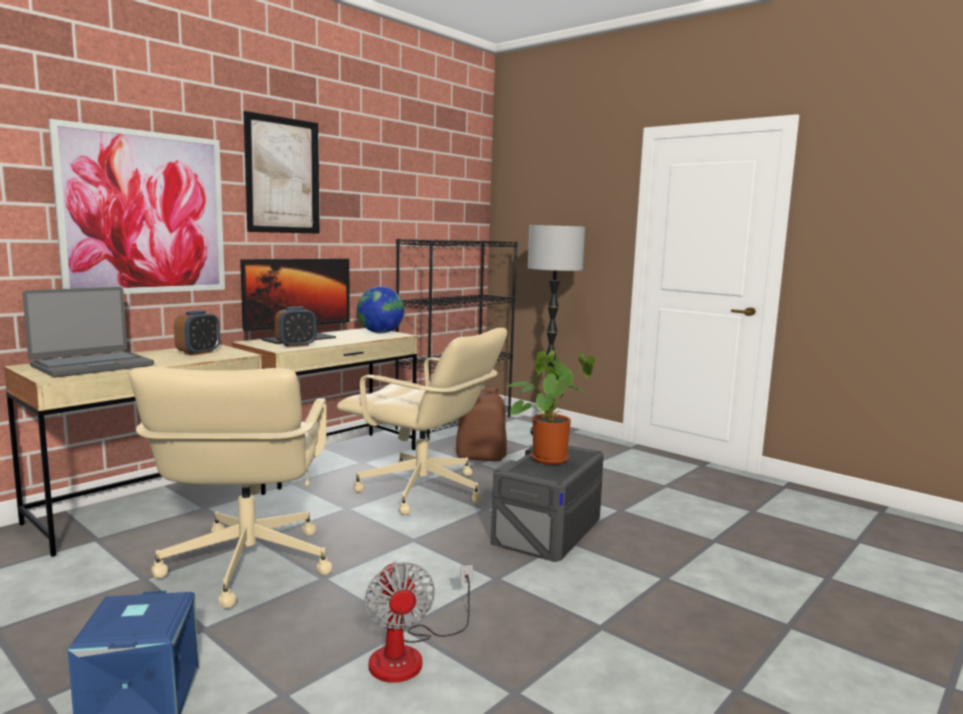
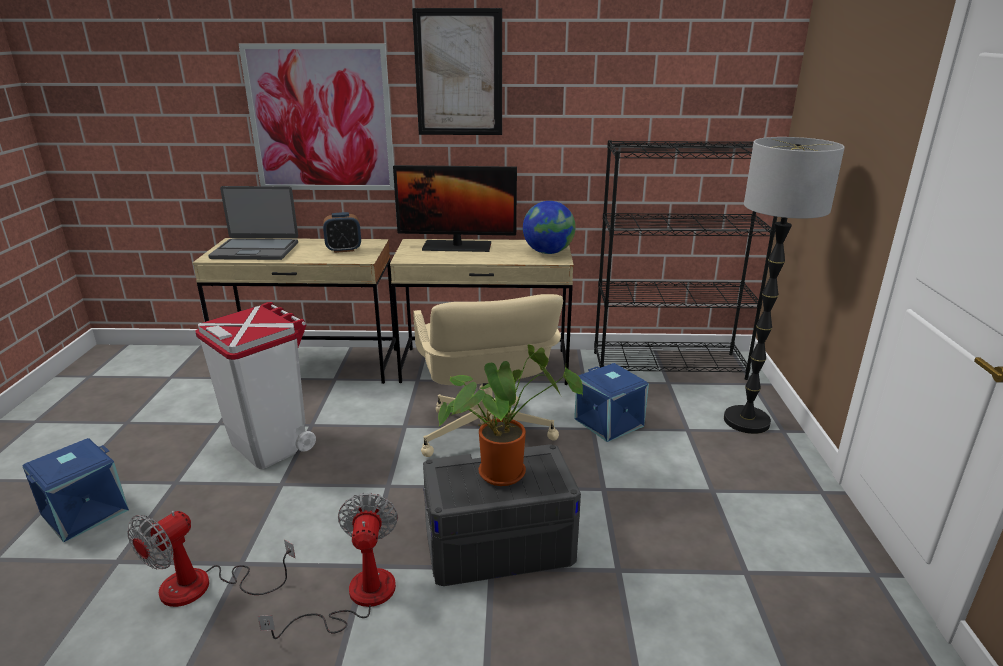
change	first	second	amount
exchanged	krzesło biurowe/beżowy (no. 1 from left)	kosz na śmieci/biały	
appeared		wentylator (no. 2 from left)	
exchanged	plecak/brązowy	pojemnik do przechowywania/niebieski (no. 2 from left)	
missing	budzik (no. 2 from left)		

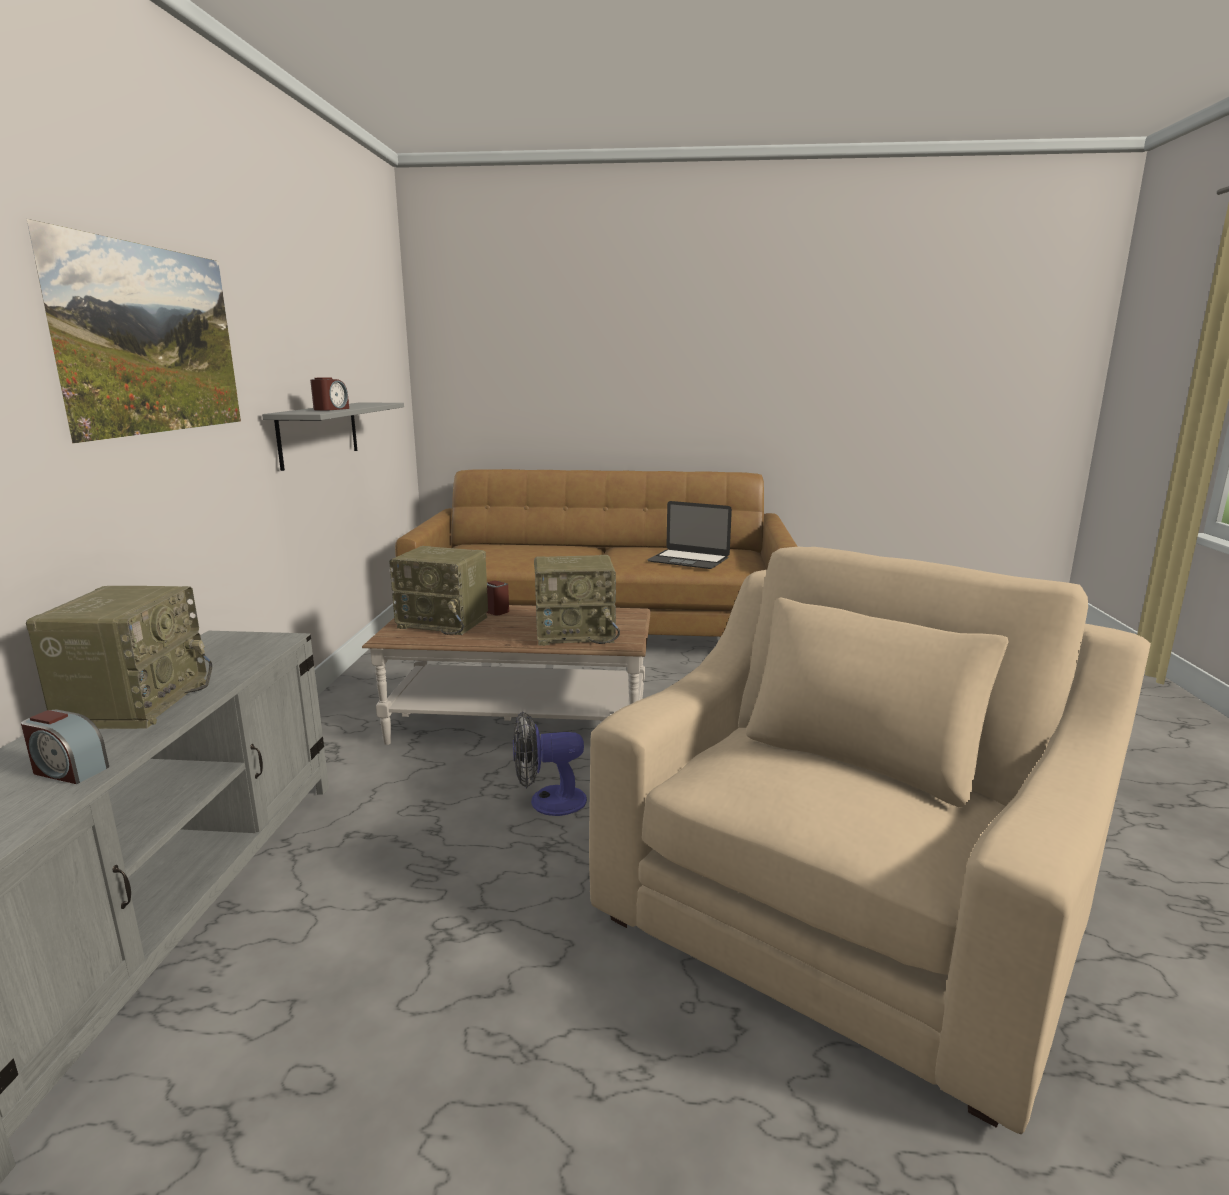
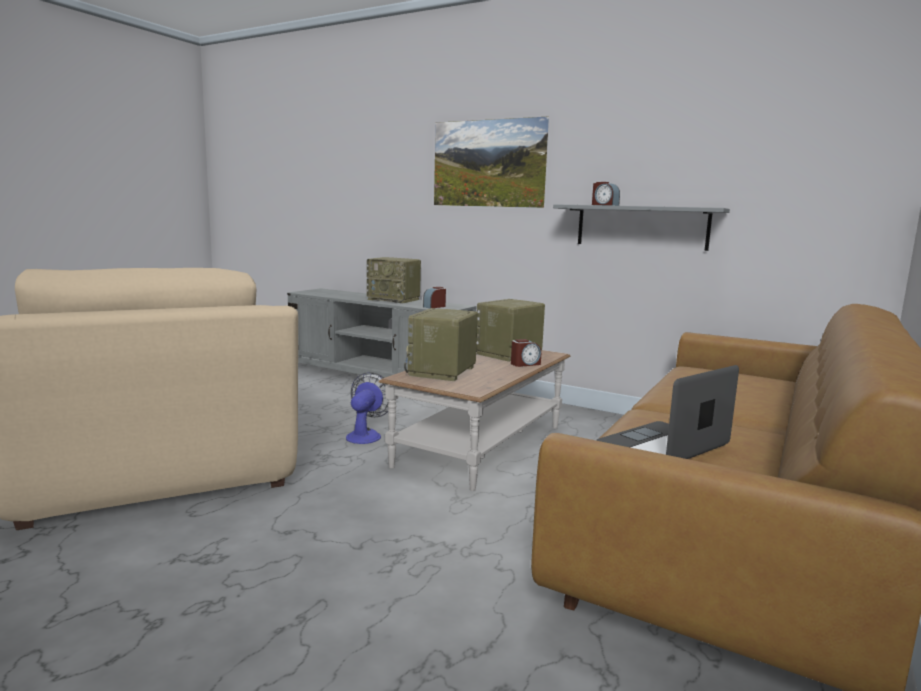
change	first	second	amount
relocated	budzik (no. 1 from left)		

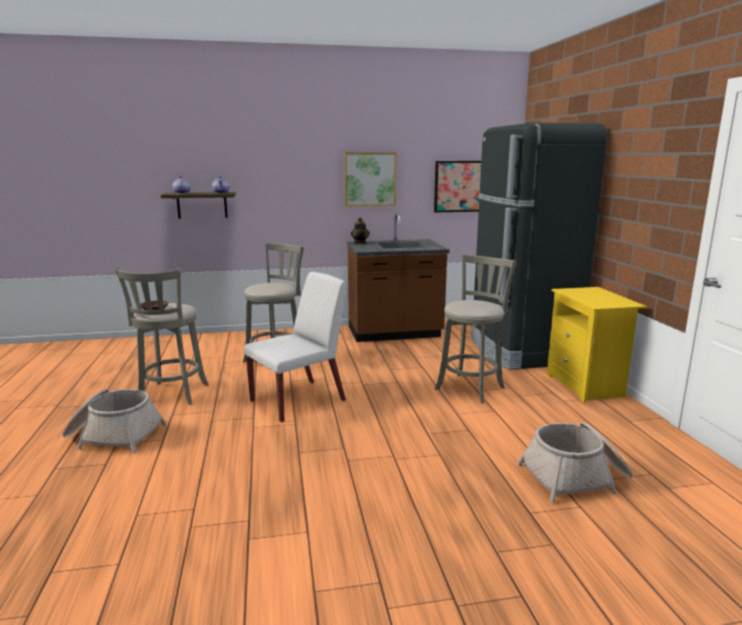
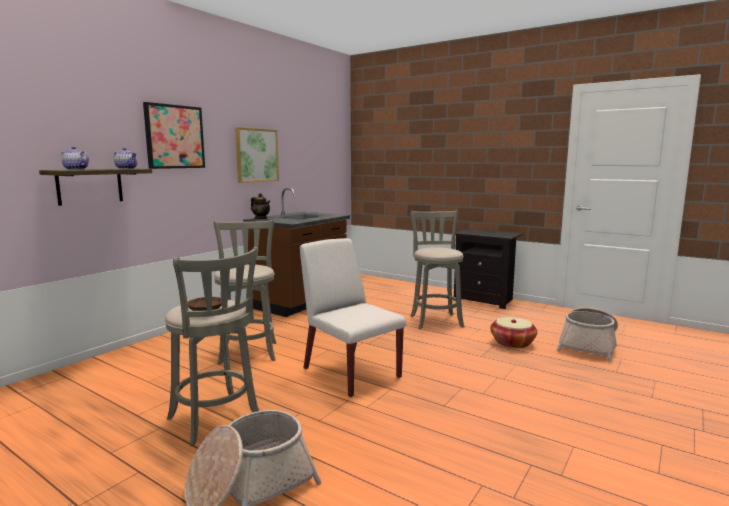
change	first	second	amount
relocated	obraz (no. 2 from left in the first image)	obraz (no. 1 from left)	
spun	krzesło/biały		45 degrees counterclockwise
colour	szafka nocna/żółty	szafka nocna/czarny	
appeared		koszyk (no. 2 from left)	
missing	lodówka/czarny		

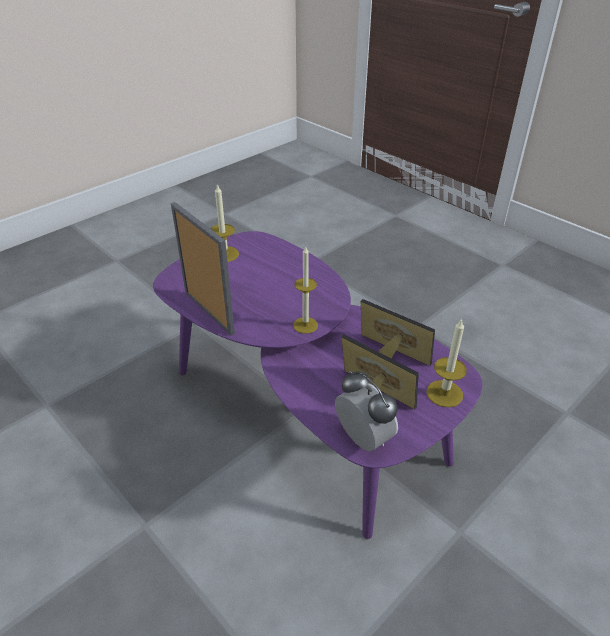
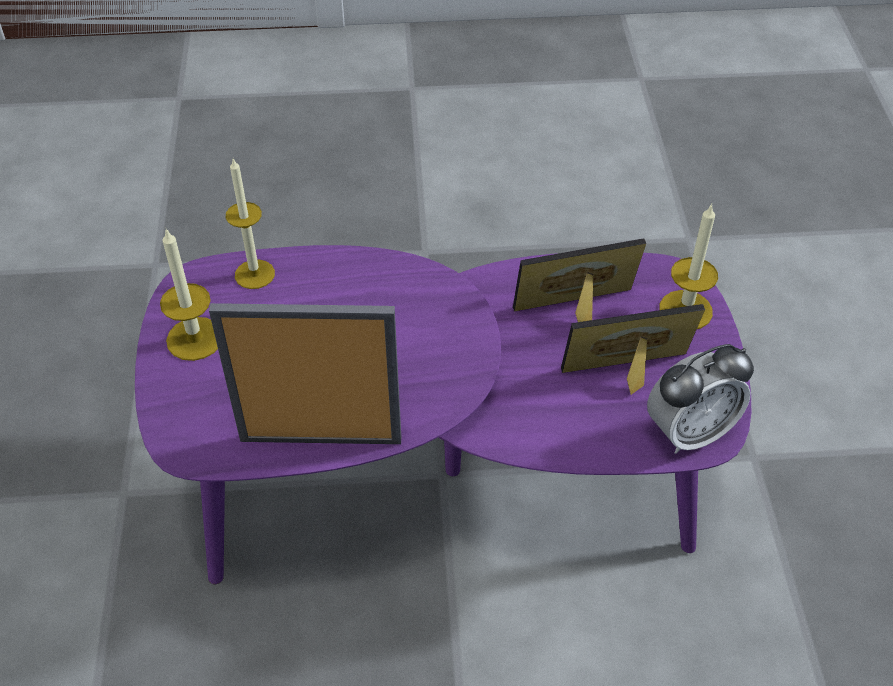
change	first	second	amount
relocated	świeca (no. 2 from left)		
spun	budzik		150 degrees clockwise

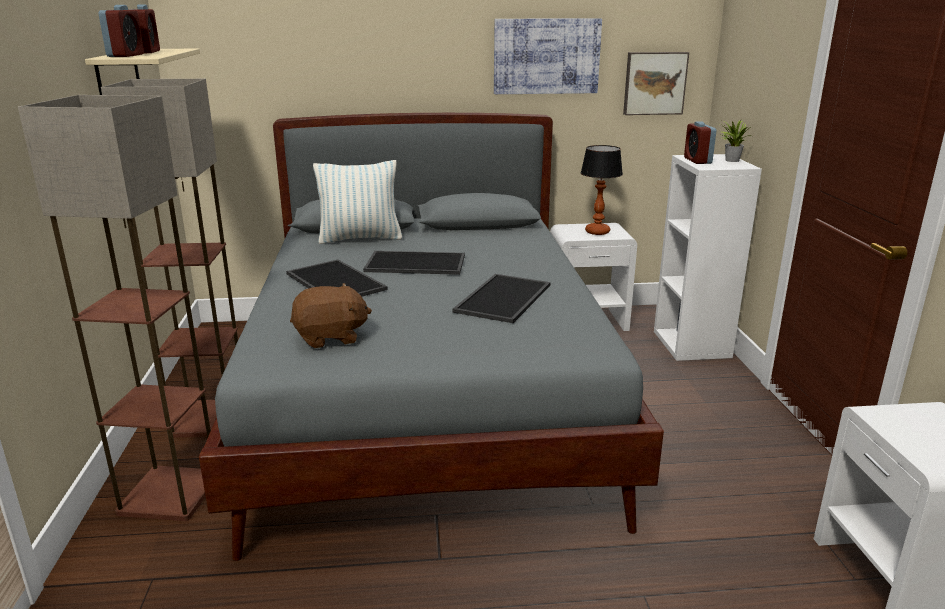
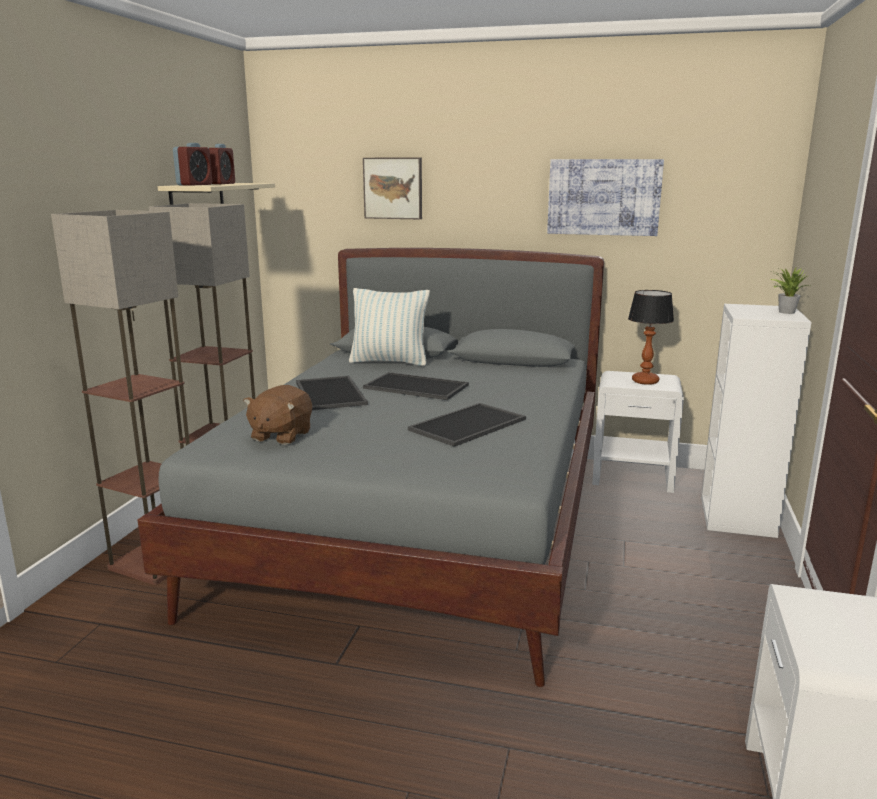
change	first	second	amount
spun	pluszak/brązowy		105 degrees clockwise
relocated	obraz (no. 2 from left in the first image)	obraz (no. 1 from left)	
missing	budzik (no. 3 from left)		

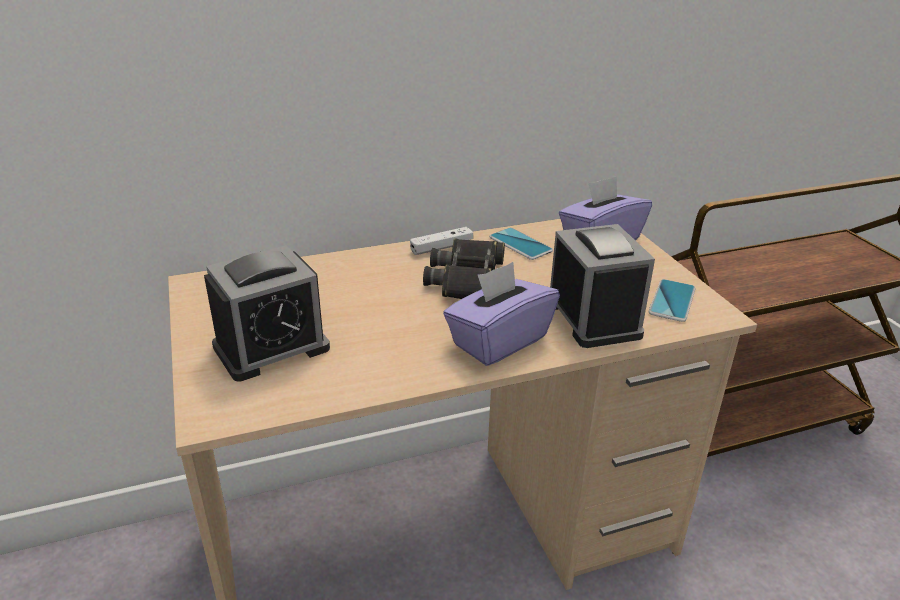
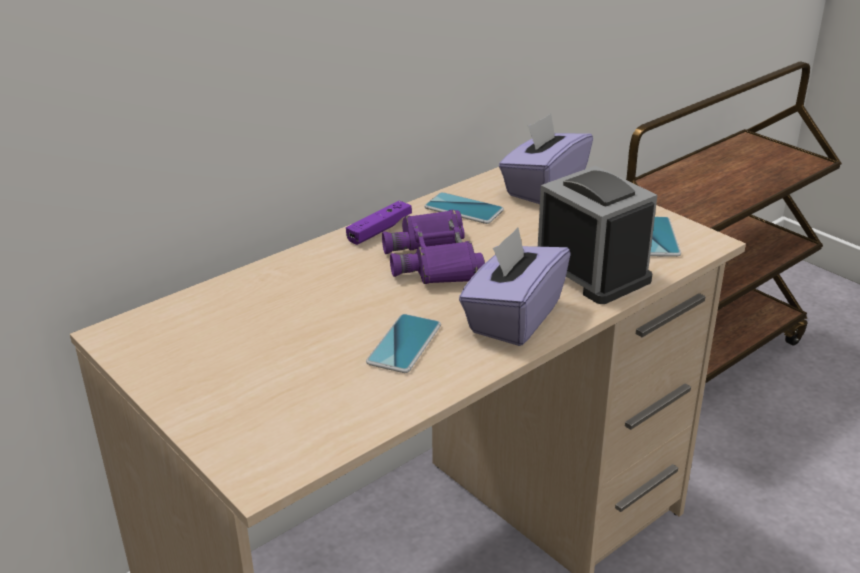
change	first	second	amount
colour	pad do gier/biały	pad do gier/fioletowy	
appeared		telefon (no. 1 from left)	
colour	lornetka/czarny	lornetka/fioletowy	
missing	budzik (no. 1 from left)		

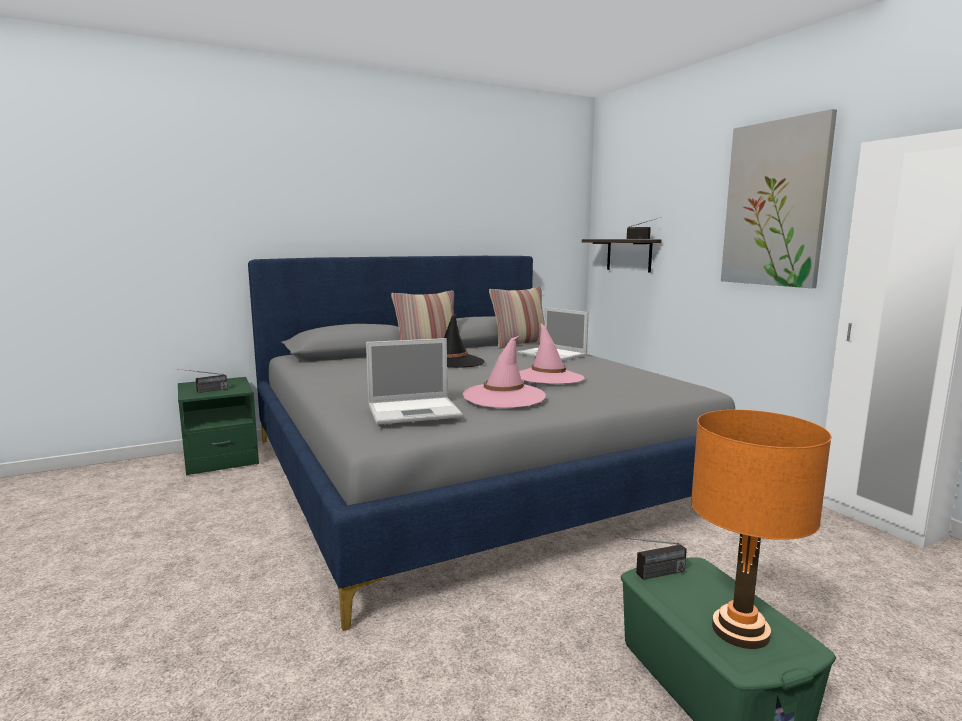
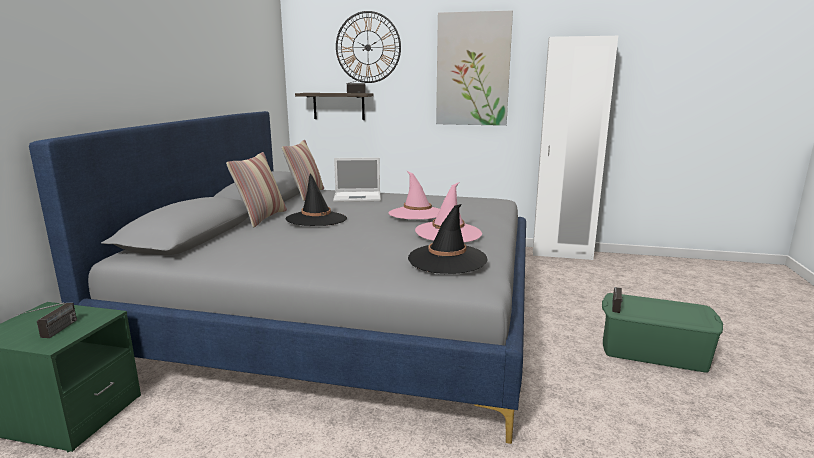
change	first	second	amount
appeared		zegar ścienny	
exchanged	laptop (no. 1 from left)	kapelusz/czarny (no. 2 from left)	
missing	lampa stołowa/pomarańczowy		

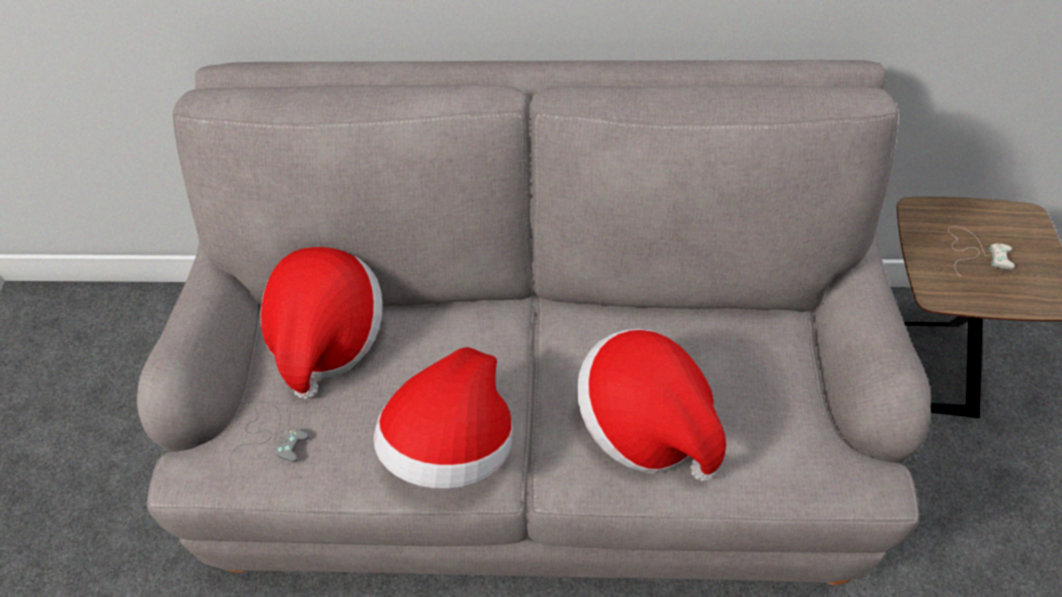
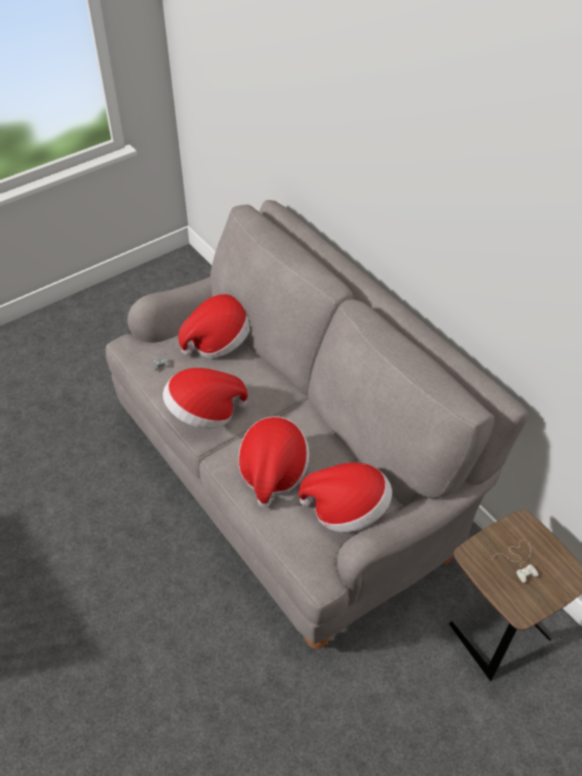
change	first	second	amount
appeared		kapelusz (no. 4 from left)	

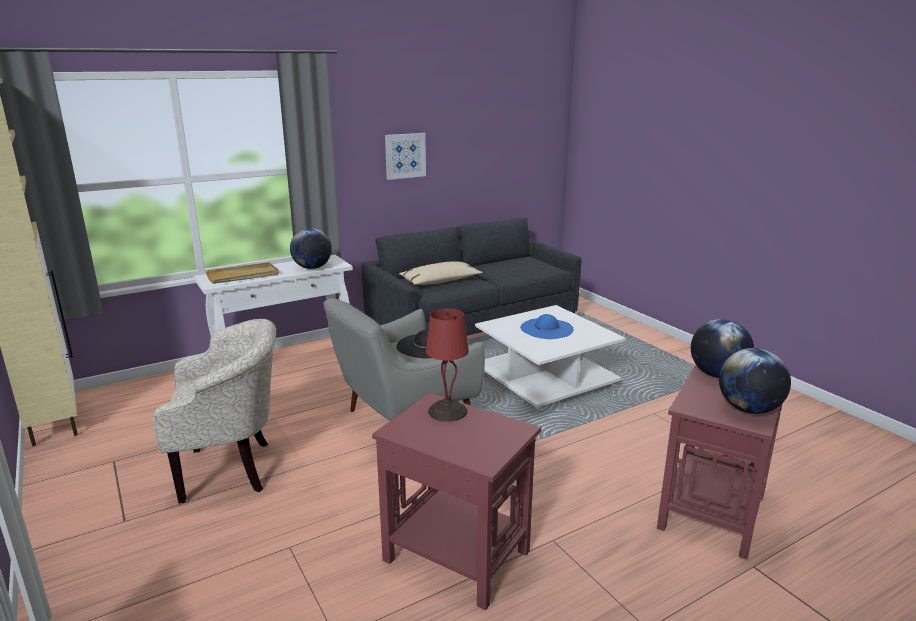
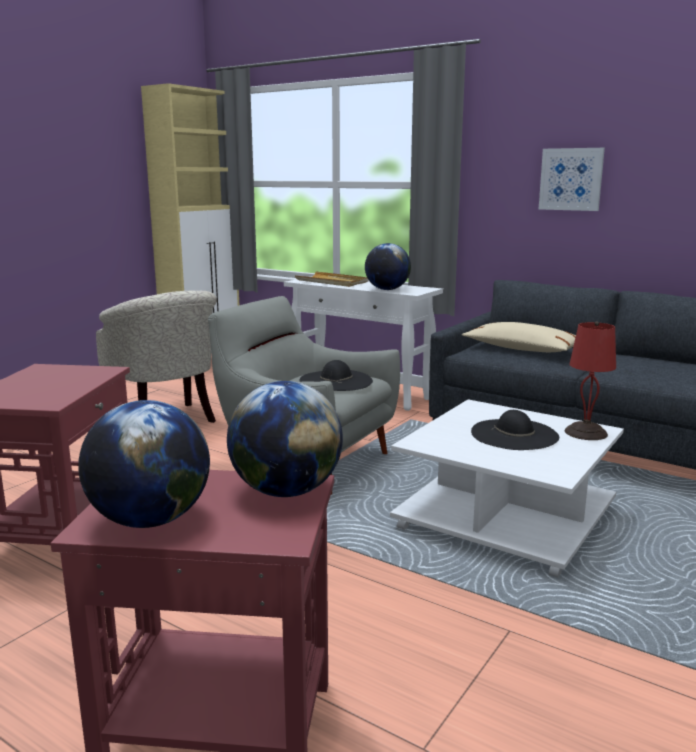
change	first	second	amount
colour	kapelusz/niebieski	kapelusz/czarny (no. 2 from left)	
relocated	lampa stołowa/czerwony		

